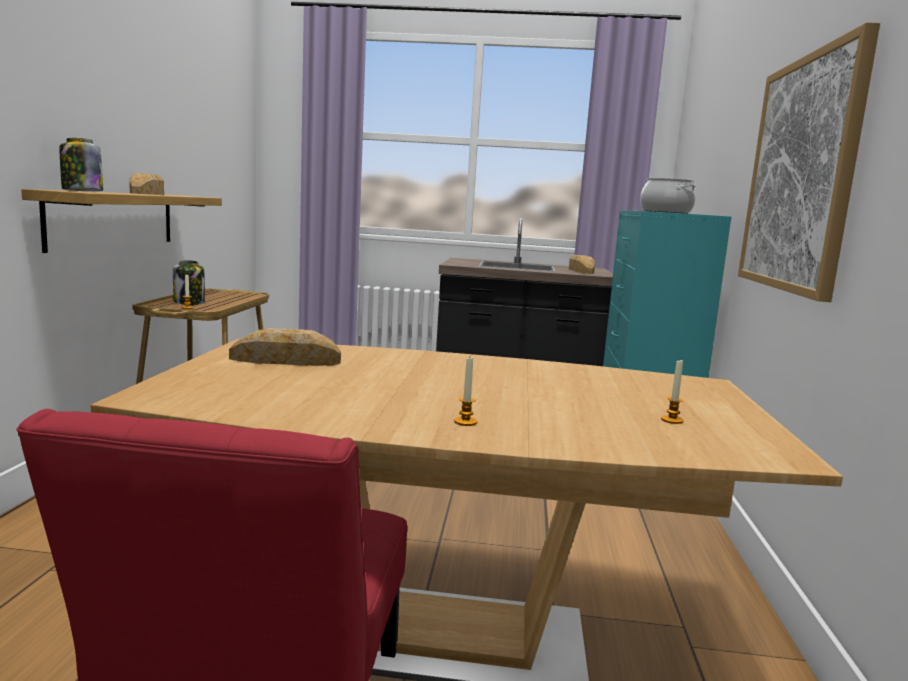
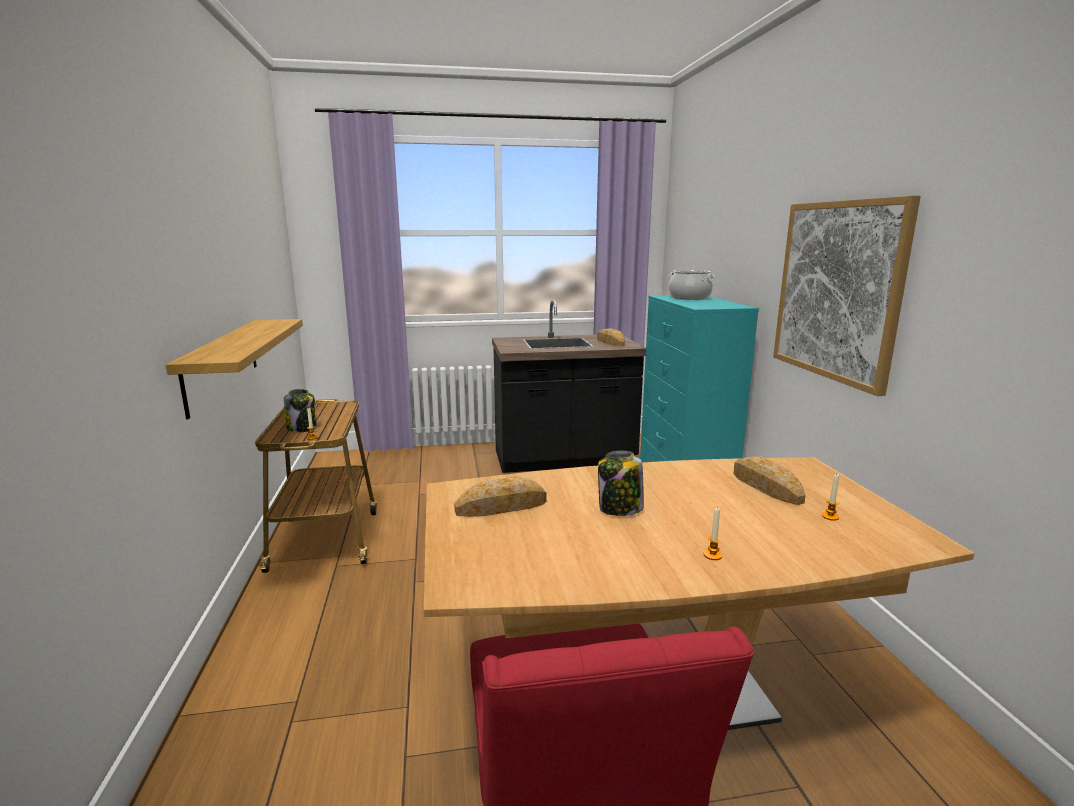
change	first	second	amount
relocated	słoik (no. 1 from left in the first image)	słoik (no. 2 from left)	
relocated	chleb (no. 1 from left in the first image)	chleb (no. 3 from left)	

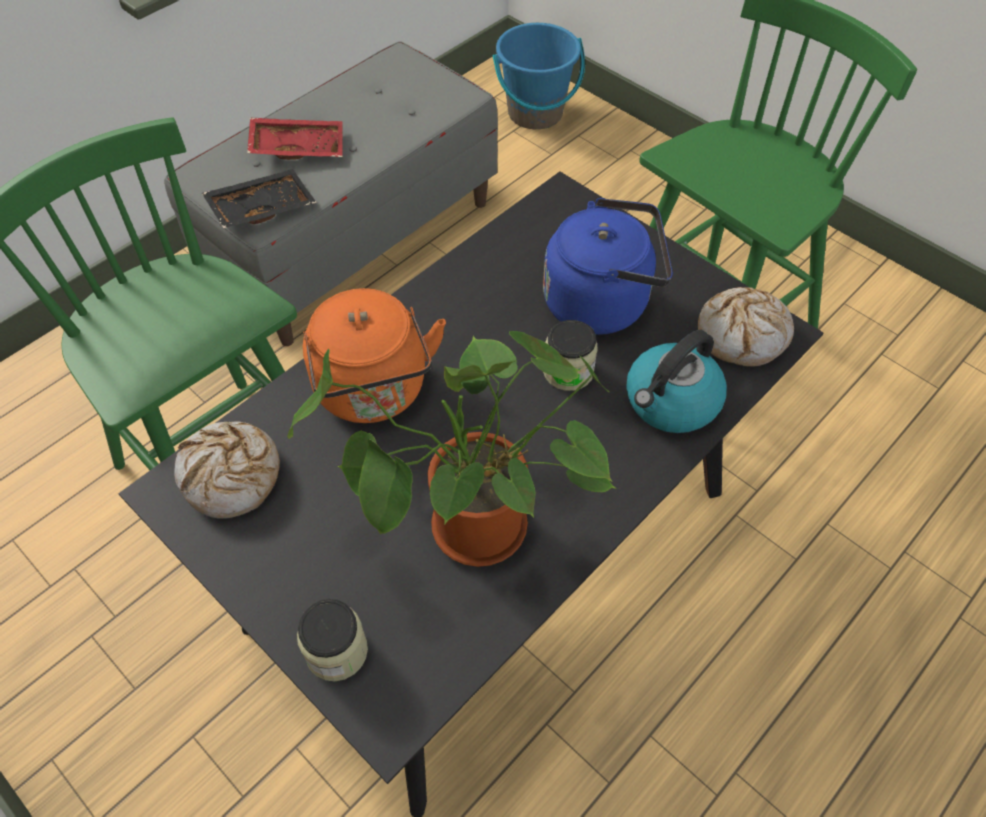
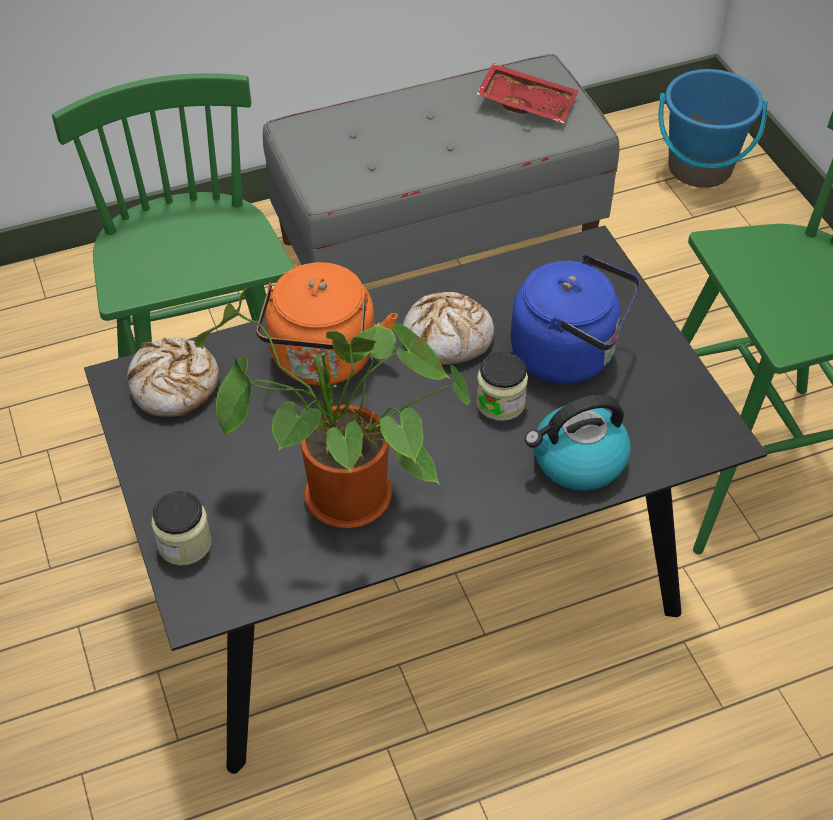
change	first	second	amount
relocated	chleb (no. 2 from left)		
relocated	taca/czerwony		
missing	taca/czarny		

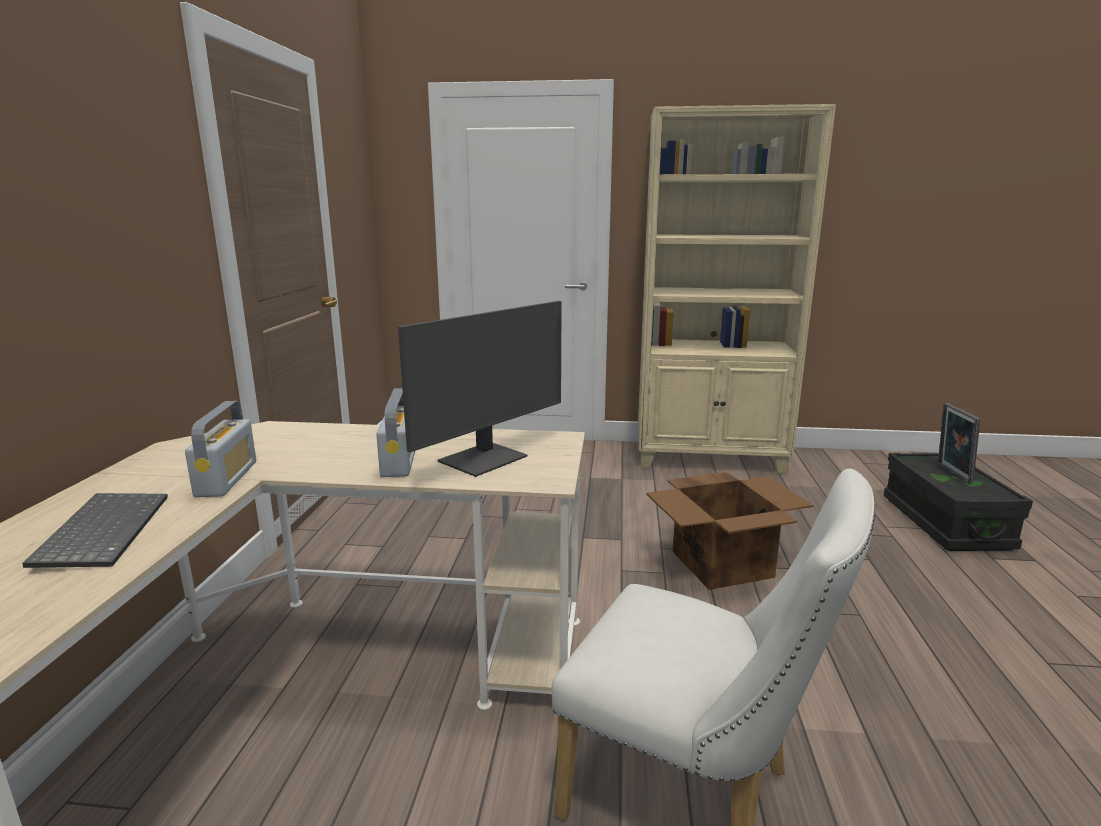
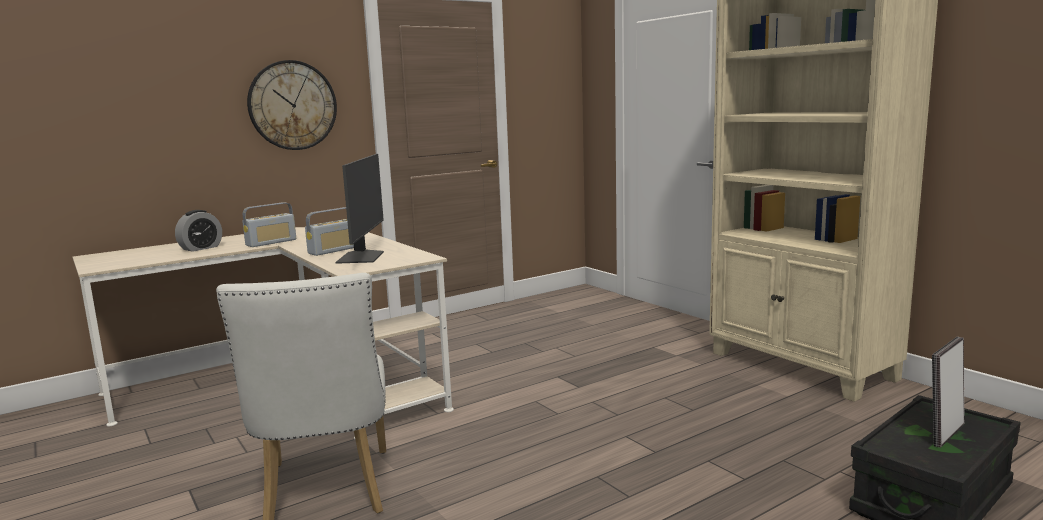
change	first	second	amount
exchanged	klawiatura	budzik	
appeared		zegar ścienny	
spun	monitor		90 degrees counterclockwise
missing	karton		

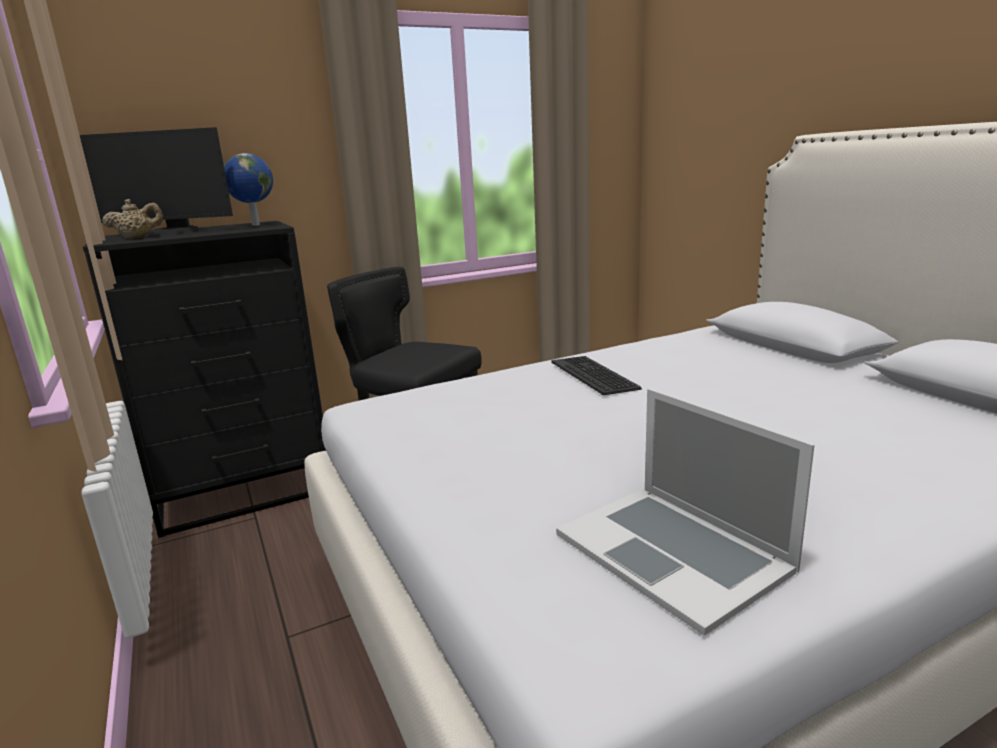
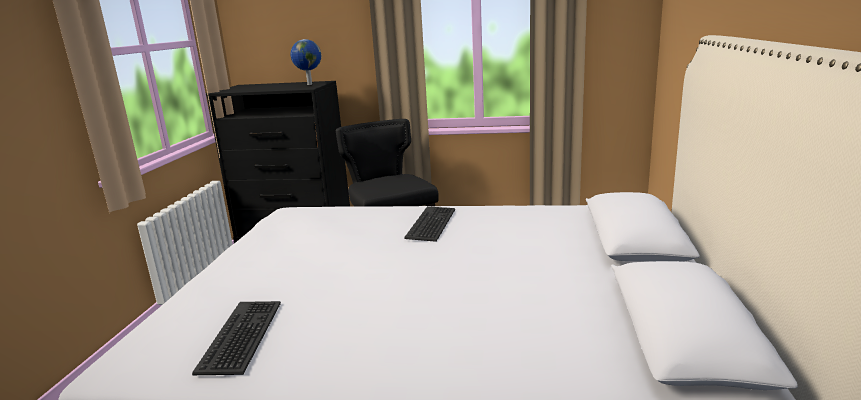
change	first	second	amount
exchanged	laptop	klawiatura (no. 1 from left)	
missing	monitor		
missing	imbryk/beżowy		

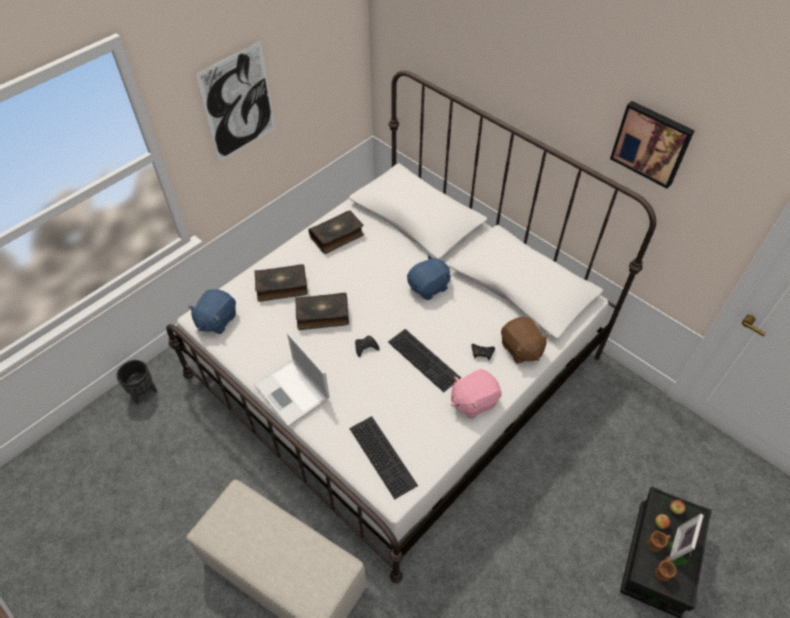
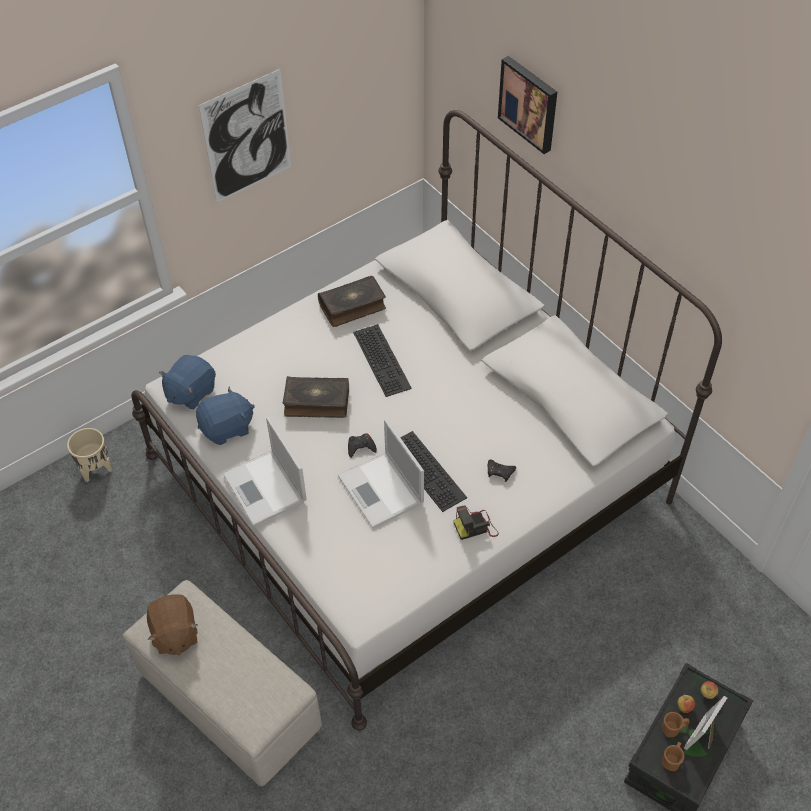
change	first	second	amount
colour	donica/czarny	donica/beżowy	
relocated	pluszak/brązowy		
relocated	pluszak/niebieski (no. 2 from left)		
appeared		laptop (no. 2 from left)	
relocated	klawiatura (no. 1 from left)		
exchanged	pluszak/różowy	aparat fotograficzny	
relocated	obraz (no. 2 from left)		
missing	książka (no. 1 from left)		

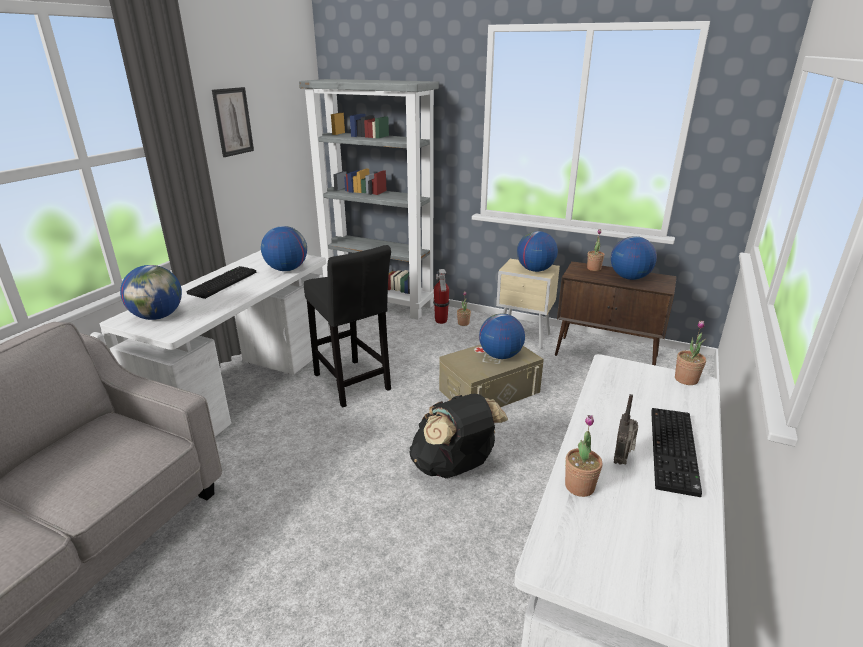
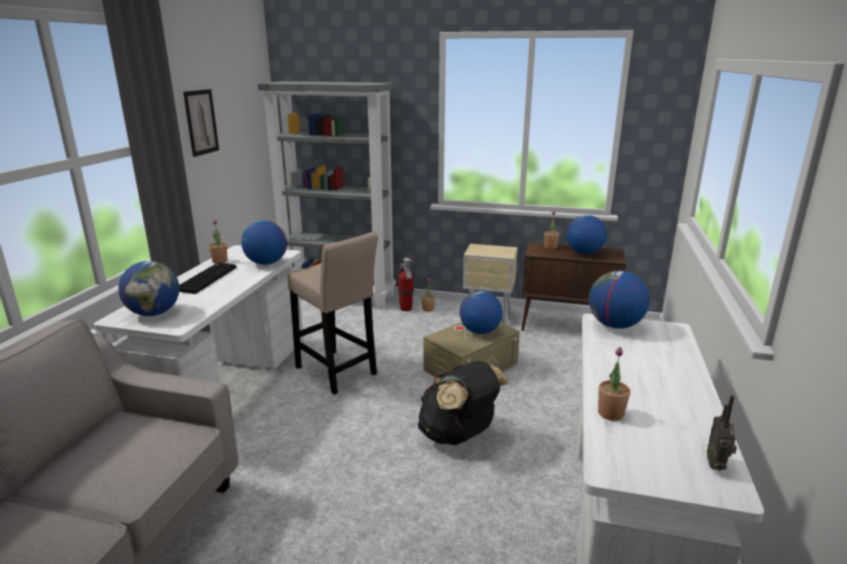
change	first	second	amount
relocated	roślina doniczkowa (no. 4 from left in the first image)	roślina doniczkowa (no. 1 from left)	
colour	stołek/czarny	stołek/beżowy	
relocated	globus (no. 4 from left in the first image)	globus (no. 5 from left)	
relocated	radio		
missing	klawiatura (no. 2 from left)		

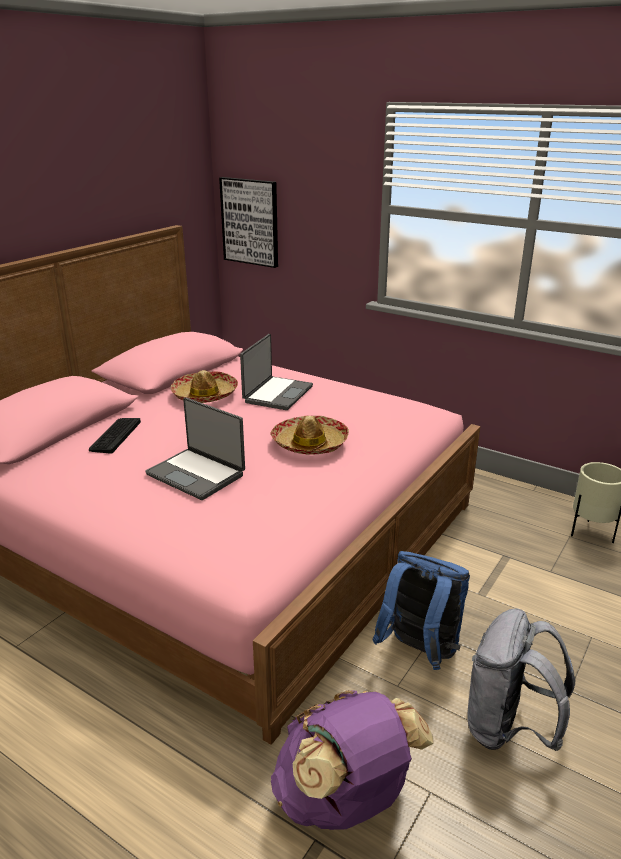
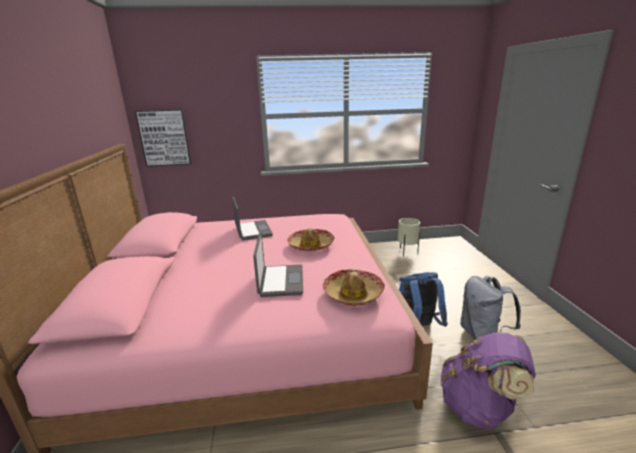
change	first	second	amount
spun	laptop (no. 1 from left in the first image)	laptop (no. 2 from left)	90 degrees counterclockwise
relocated	kapelusz (no. 1 from left in the first image)	kapelusz (no. 2 from left)	
missing	klawiatura		

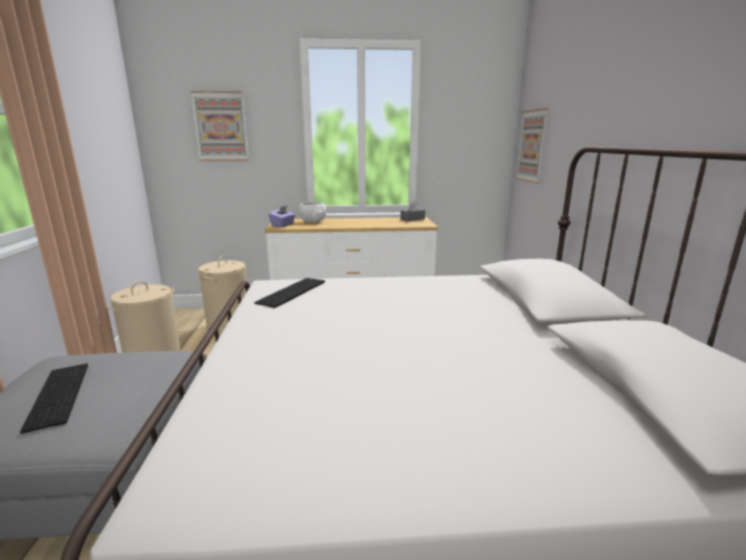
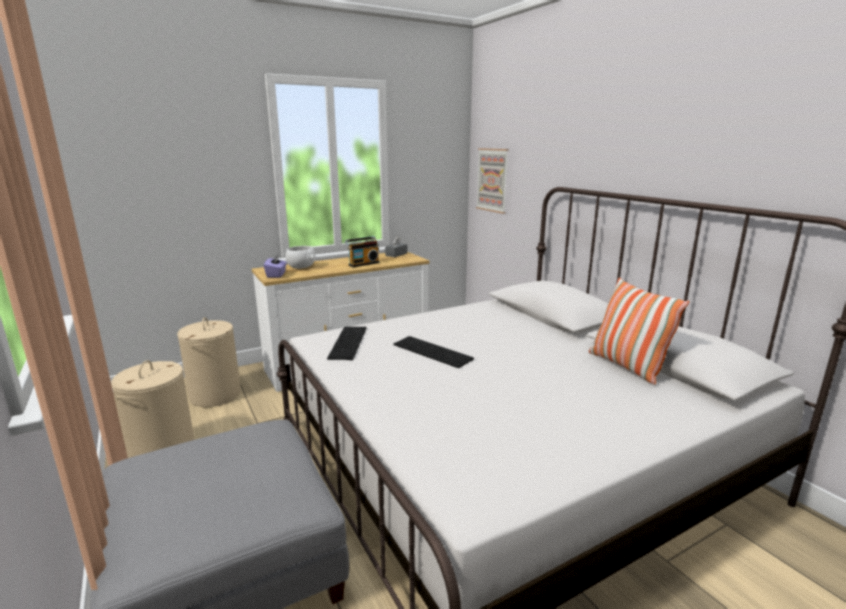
change	first	second	amount
appeared		radio	
relocated	klawiatura (no. 1 from left in the first image)	klawiatura (no. 2 from left)	
appeared		poduszka	
missing	obraz (no. 1 from left)		

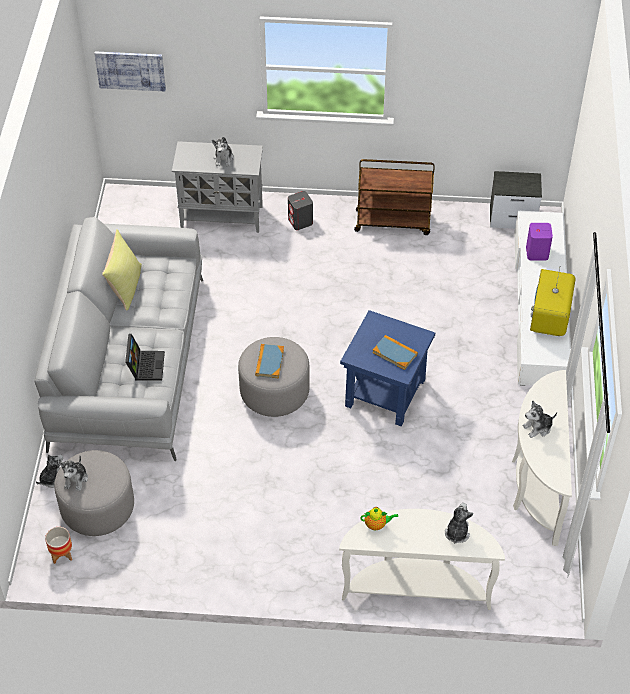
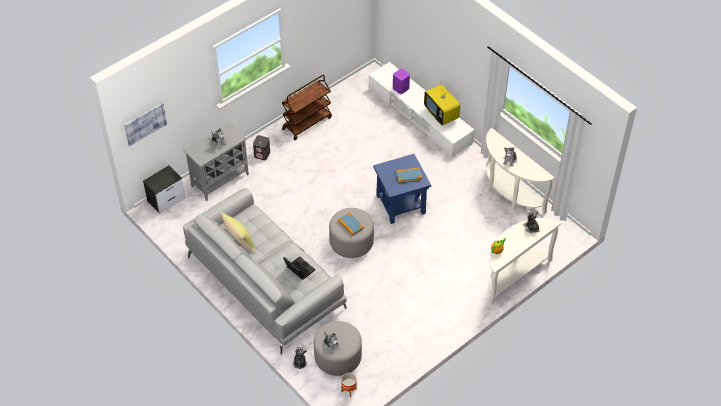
change	first	second	amount
relocated	szafka nocna		

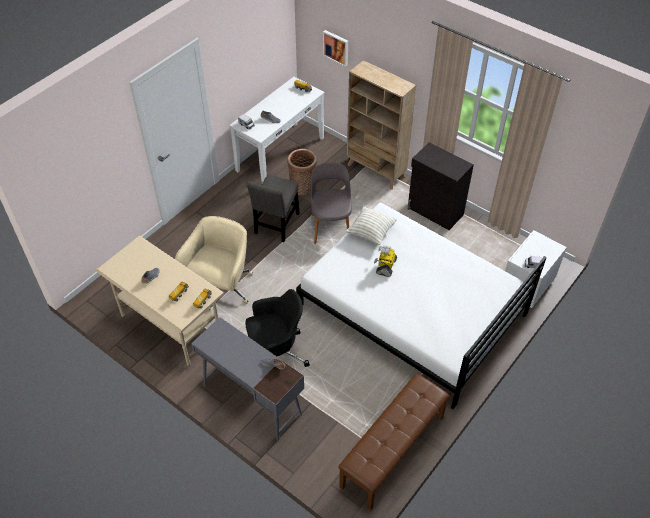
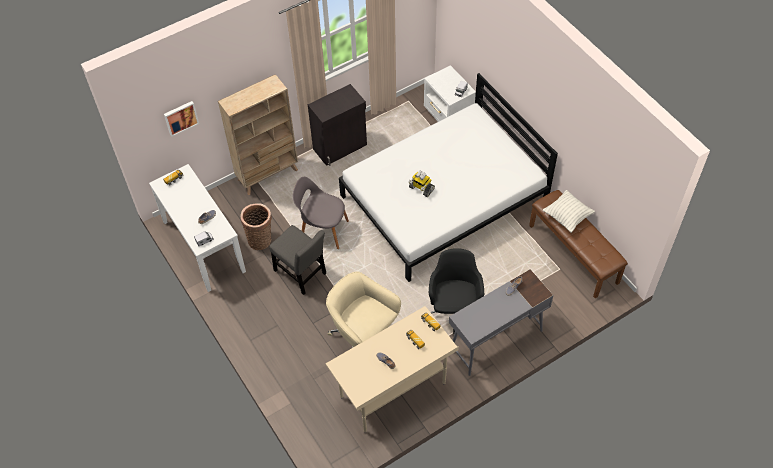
change	first	second	amount
relocated	poduszka		

